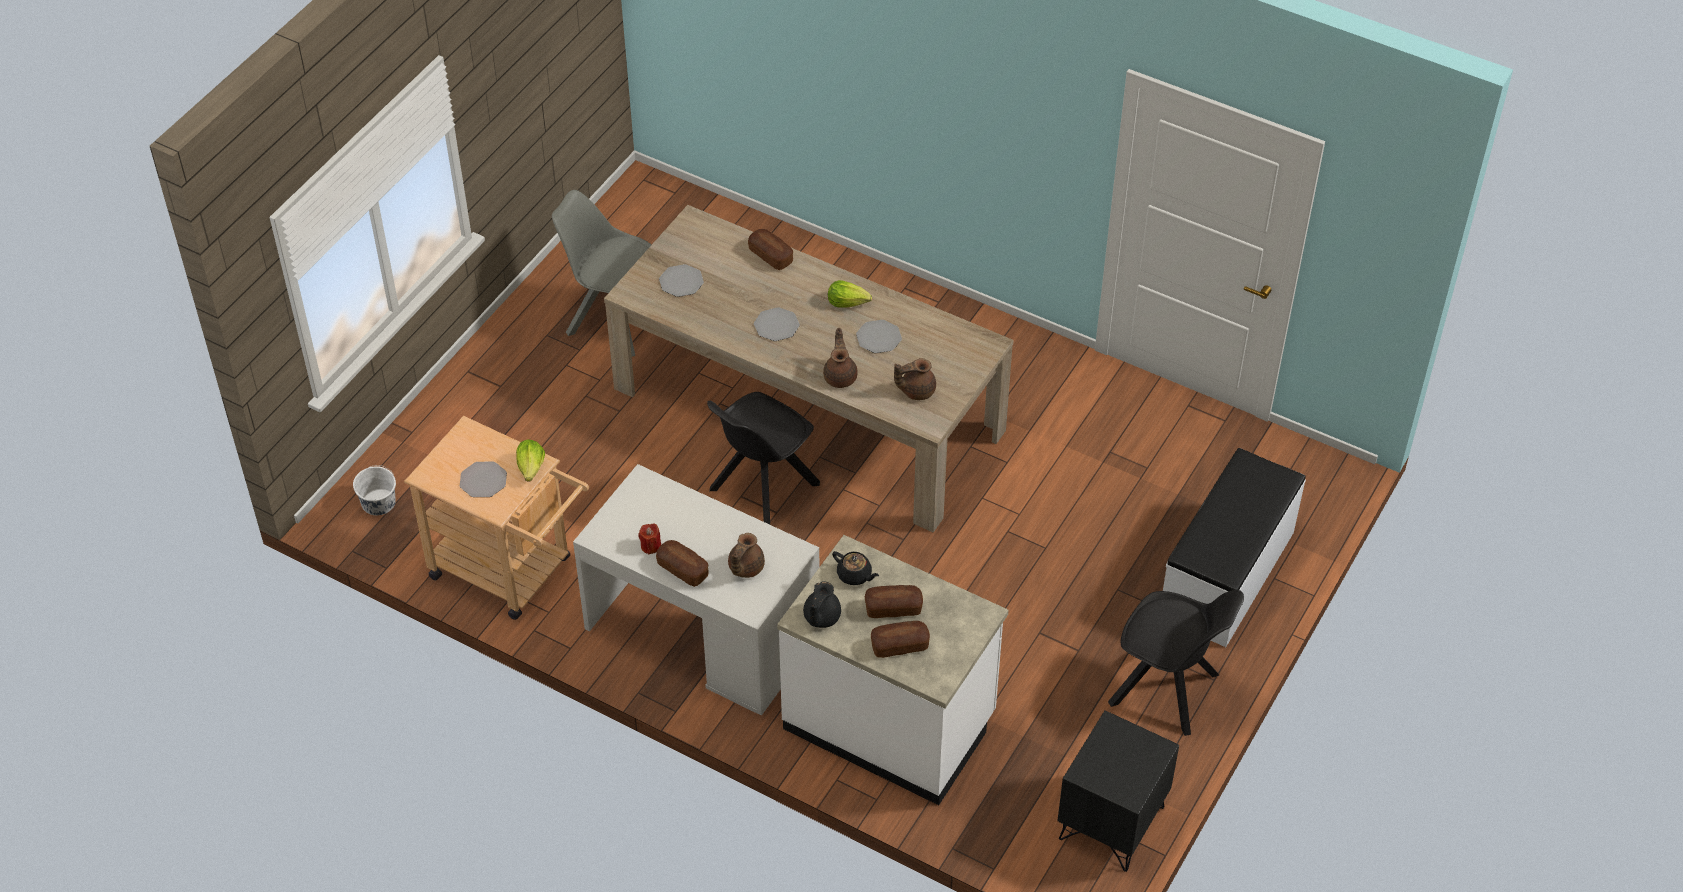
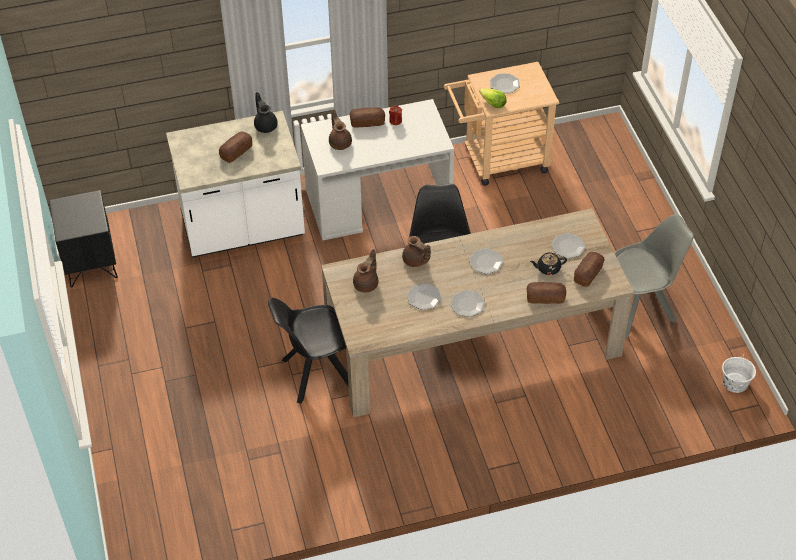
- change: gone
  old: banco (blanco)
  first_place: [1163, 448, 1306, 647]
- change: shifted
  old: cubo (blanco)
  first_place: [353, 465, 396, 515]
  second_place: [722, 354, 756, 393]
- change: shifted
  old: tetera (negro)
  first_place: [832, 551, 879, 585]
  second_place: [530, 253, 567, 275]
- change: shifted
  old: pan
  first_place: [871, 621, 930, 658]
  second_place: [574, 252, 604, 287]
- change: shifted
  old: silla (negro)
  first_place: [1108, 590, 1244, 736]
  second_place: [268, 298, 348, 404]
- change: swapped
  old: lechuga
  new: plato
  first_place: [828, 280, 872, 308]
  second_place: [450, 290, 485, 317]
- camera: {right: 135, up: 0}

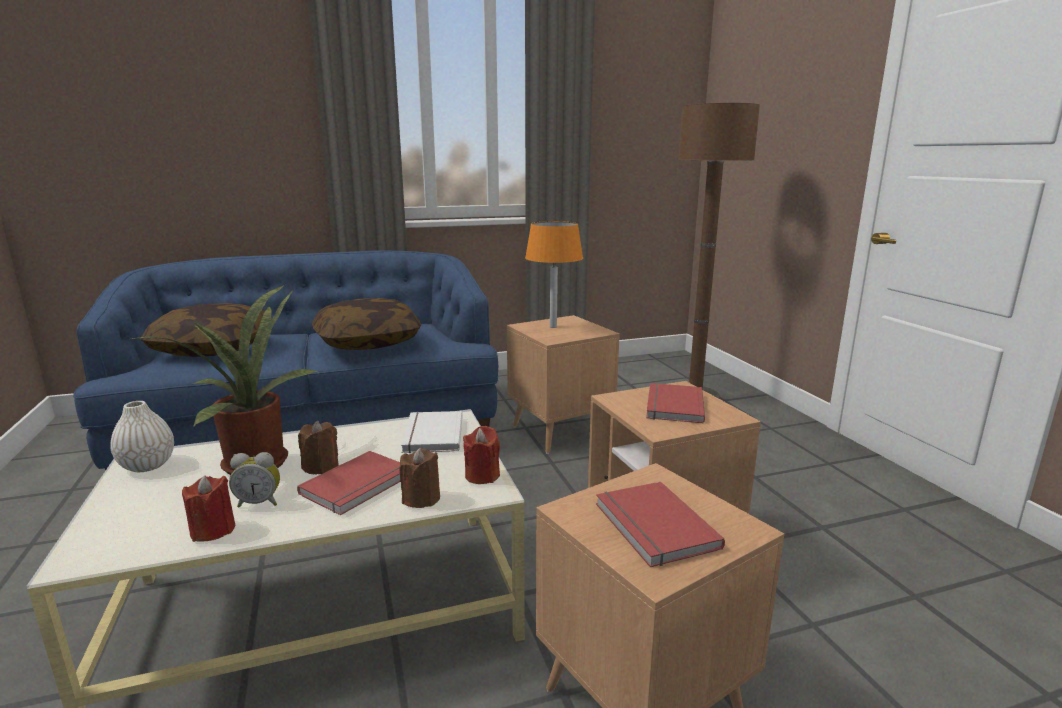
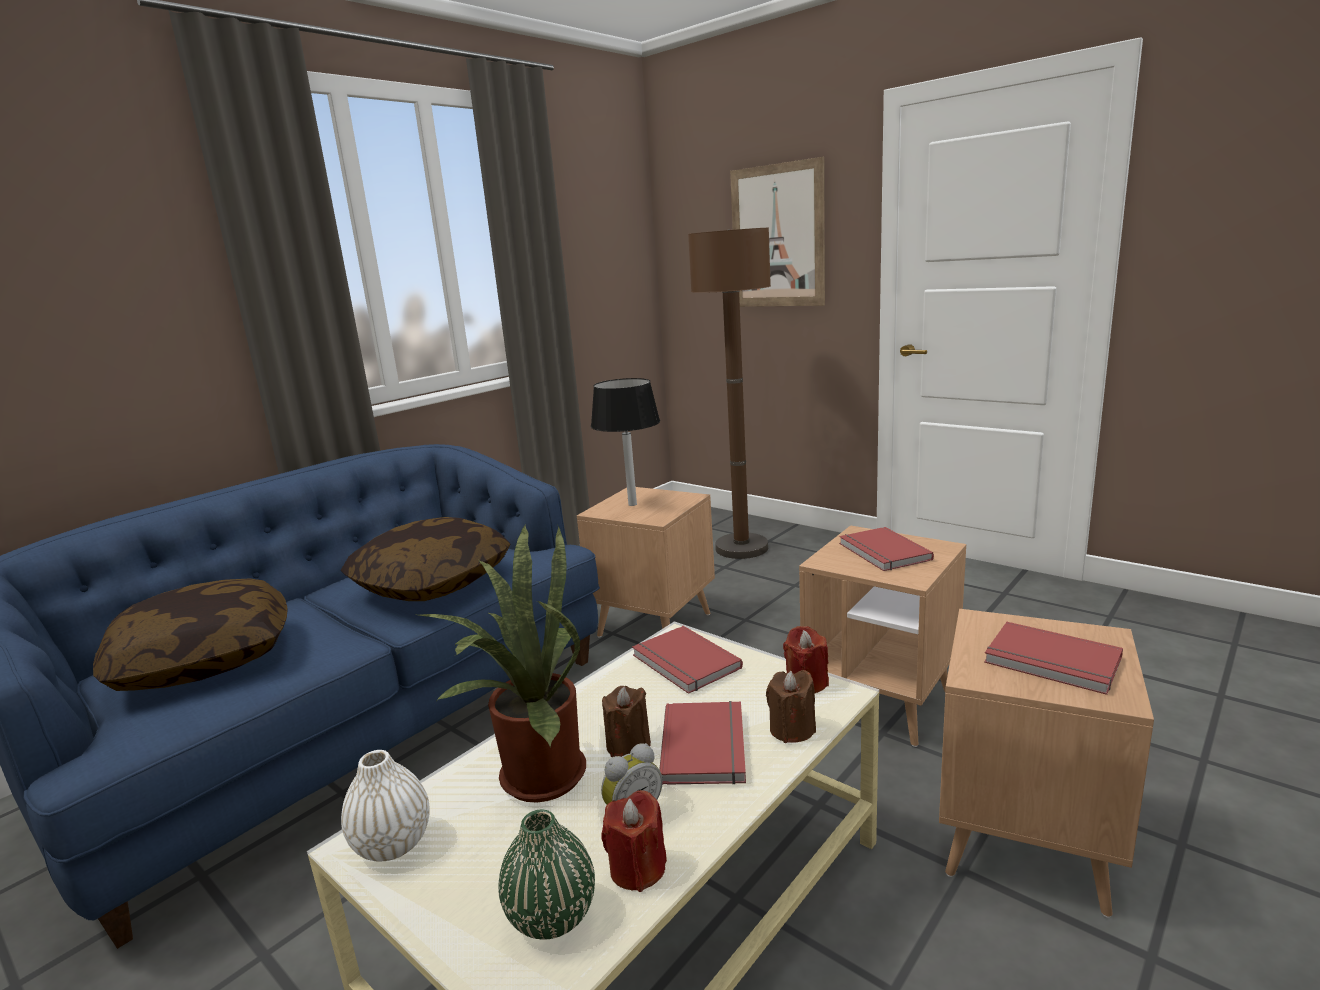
- change: new
  new: florero (verde)
  second_place: [498, 810, 595, 940]
- change: new
  new: cuadro
  second_place: [730, 157, 825, 307]
- change: repainted
  old: libro (blanco)
  new: libro (rojo)
  first_place: [401, 411, 463, 453]
  second_place: [632, 626, 743, 694]
- change: repainted
  old: lámpara de mesa (naranja)
  new: lámpara de mesa (negro)
  first_place: [525, 221, 583, 328]
  second_place: [591, 378, 660, 506]
- camera: {right: -30, up: 0}

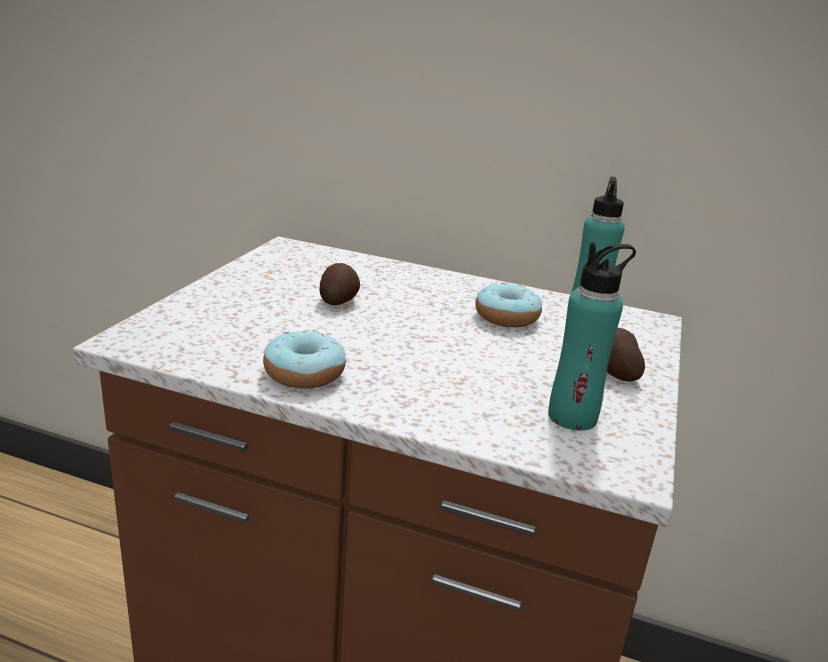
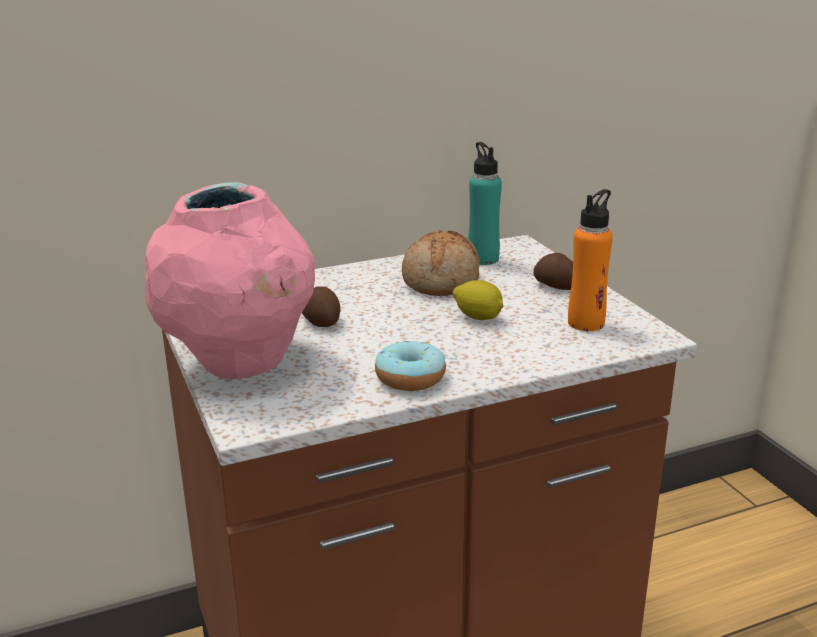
- change: new
  new: florero (rosa)
  second_place: [145, 182, 315, 379]
- change: new
  new: limón
  second_place: [453, 280, 503, 320]
- change: swapped
  old: rosquilla
  new: pan
  first_place: [475, 283, 542, 327]
  second_place: [402, 230, 480, 296]
- change: repainted
  old: botella (turquesa)
  new: botella (naranja)
  first_place: [548, 242, 636, 431]
  second_place: [568, 189, 613, 331]
- camera: {right: -40, up: 0}

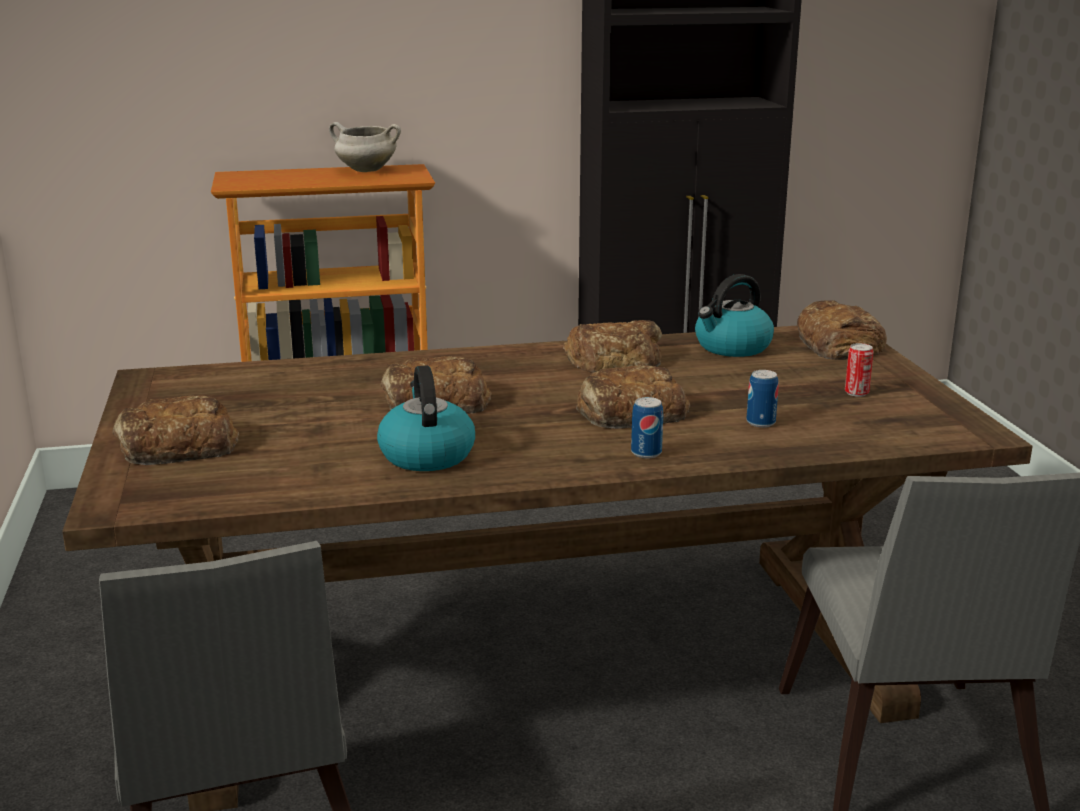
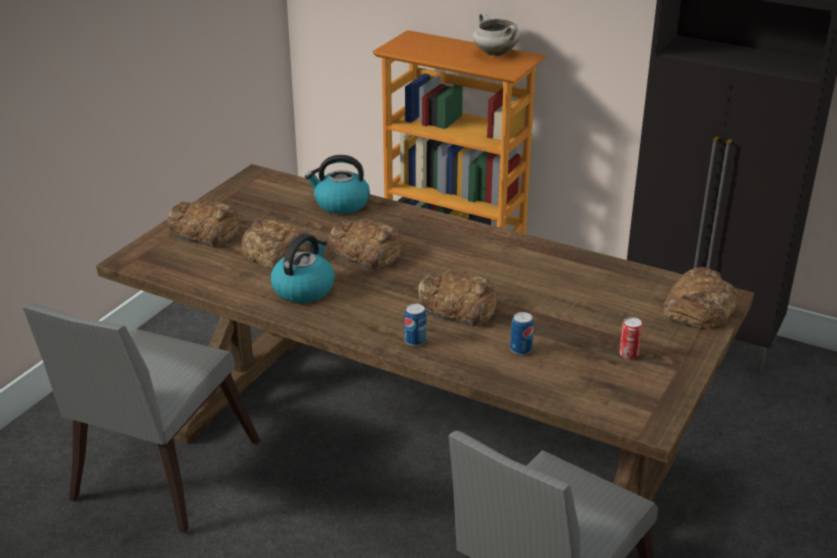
- change: shifted
  old: pan
  first_place: [563, 320, 662, 373]
  second_place: [242, 219, 313, 270]
- change: shifted
  old: hervidor
  first_place: [695, 274, 774, 357]
  second_place: [305, 155, 370, 214]
- camera: {right: 40, up: 10}

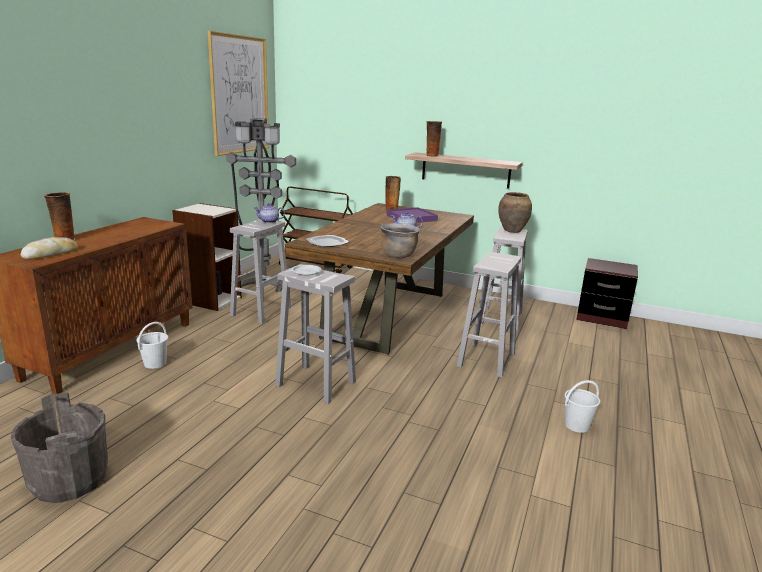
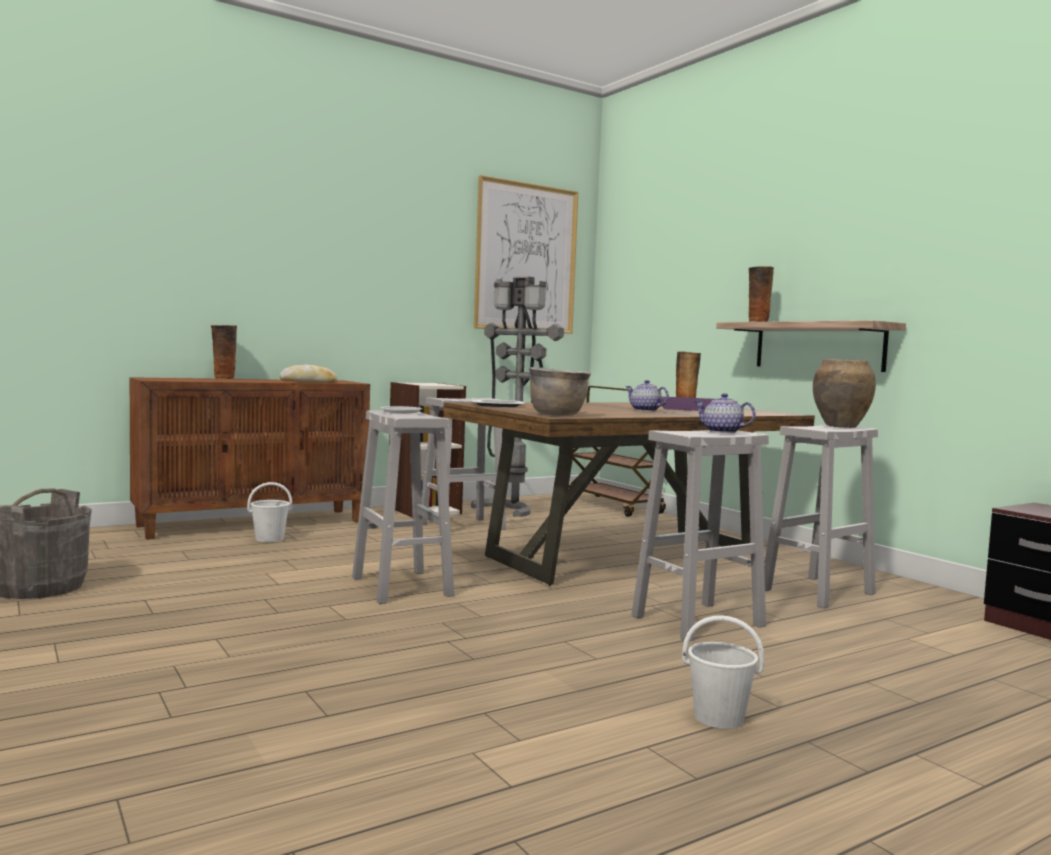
- change: shifted
  old: pan
  first_place: [21, 237, 78, 260]
  second_place: [279, 364, 338, 383]
- change: shifted
  old: tetera
  first_place: [254, 203, 285, 223]
  second_place: [694, 393, 755, 433]
- camera: {right: 35, up: -15}

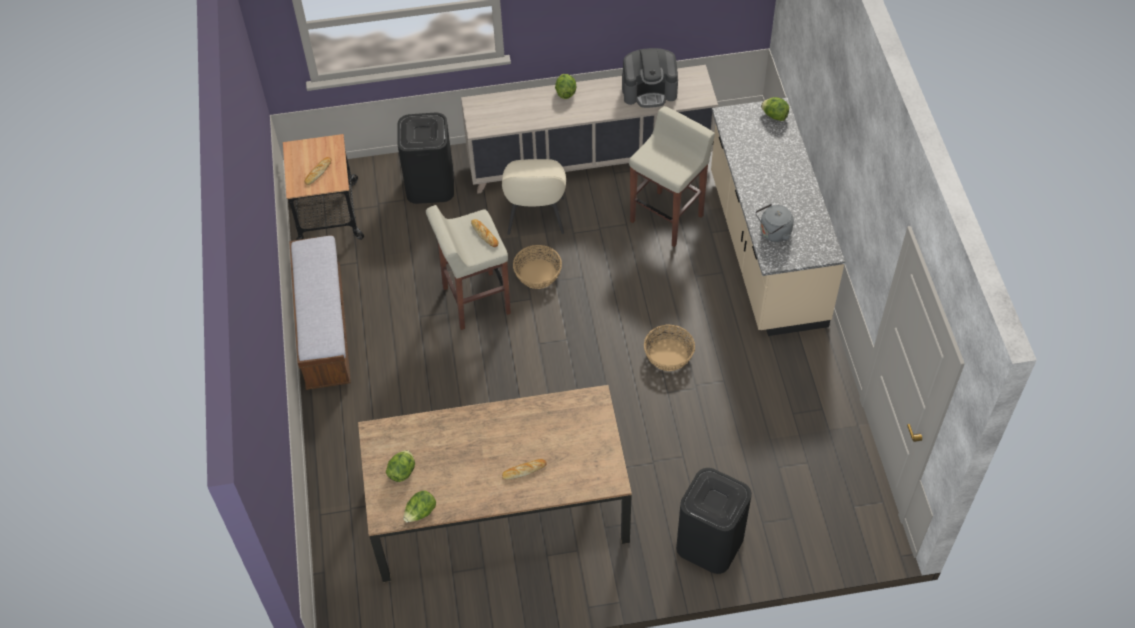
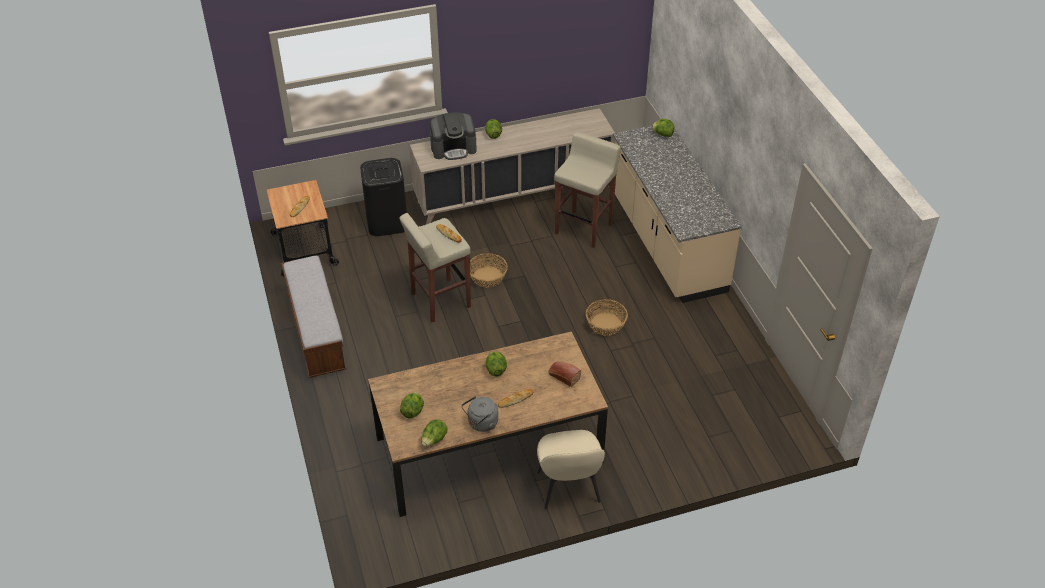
- change: gone
  old: papelera (negro)
  first_place: [676, 468, 752, 574]
- change: new
  new: lechuga
  second_place: [486, 351, 507, 377]
- change: new
  new: pan
  second_place: [548, 361, 581, 387]
- change: shifted
  old: silla (beis)
  first_place: [502, 159, 566, 235]
  second_place: [537, 430, 605, 510]
- change: shifted
  old: cafetera
  first_place: [622, 48, 678, 108]
  second_place: [430, 112, 477, 160]
- change: shifted
  old: hervidor (gris)
  first_place: [756, 204, 794, 242]
  second_place: [461, 396, 498, 432]
- camera: {right: -10, up: -10}

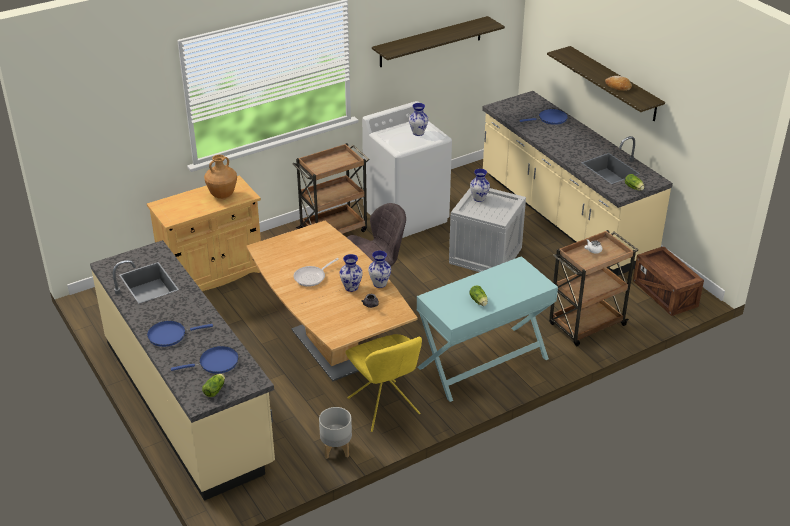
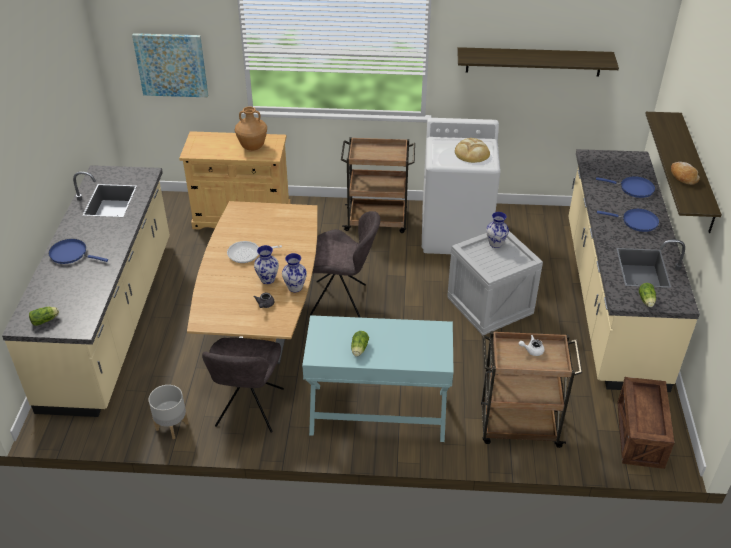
- change: new
  new: cuadro
  second_place: [132, 33, 208, 97]
- change: shifted
  old: sartén (azul)
  first_place: [171, 346, 239, 374]
  second_place: [597, 208, 659, 232]
- change: swapped
  old: florero
  new: pan
  first_place: [409, 103, 428, 136]
  second_place: [455, 138, 490, 163]
- change: repainted
  old: silla (amarillo)
  new: silla (gris)
  first_place: [346, 334, 422, 432]
  second_place: [202, 337, 284, 433]
- camera: {right: 35, up: 5}

